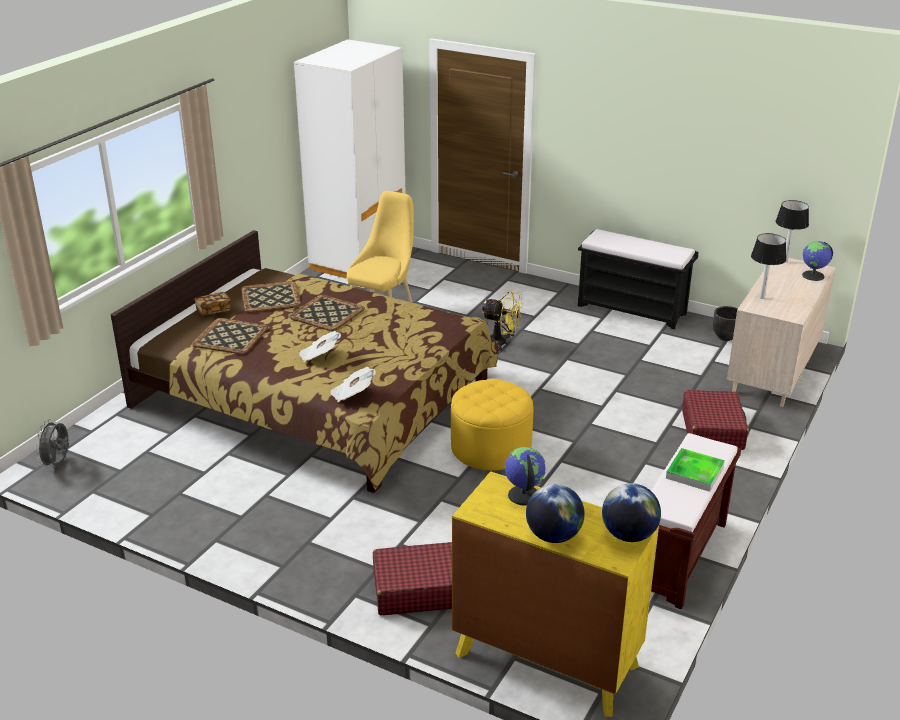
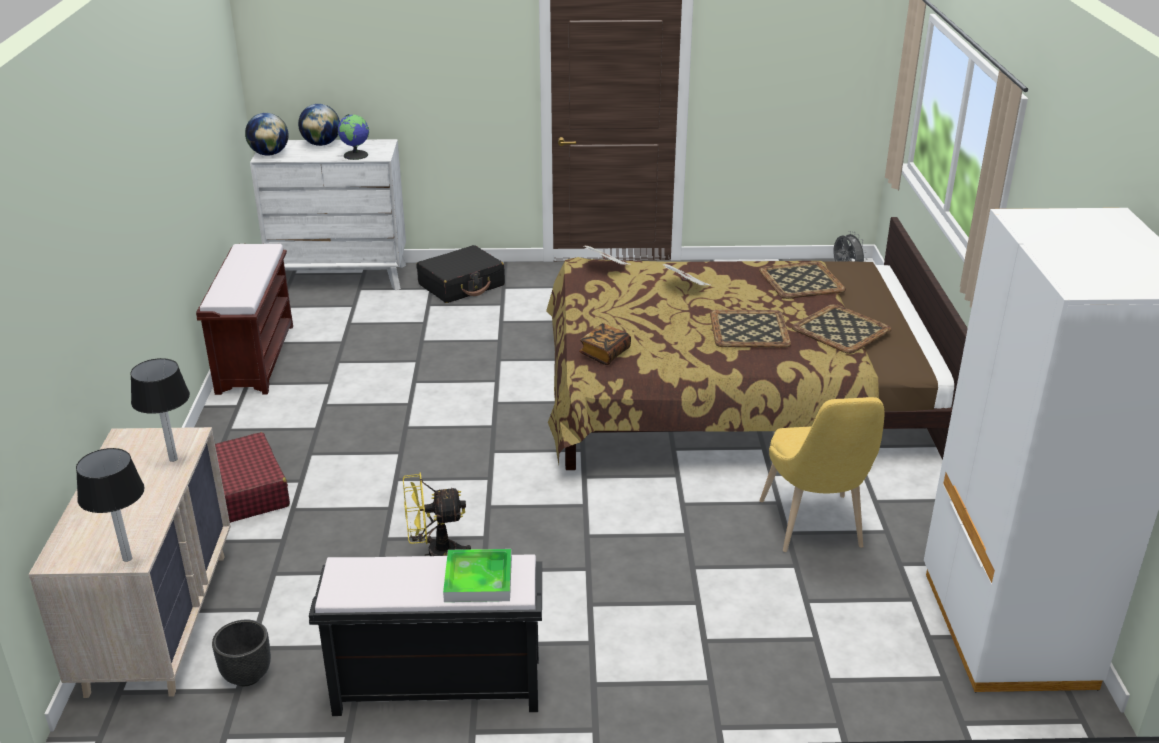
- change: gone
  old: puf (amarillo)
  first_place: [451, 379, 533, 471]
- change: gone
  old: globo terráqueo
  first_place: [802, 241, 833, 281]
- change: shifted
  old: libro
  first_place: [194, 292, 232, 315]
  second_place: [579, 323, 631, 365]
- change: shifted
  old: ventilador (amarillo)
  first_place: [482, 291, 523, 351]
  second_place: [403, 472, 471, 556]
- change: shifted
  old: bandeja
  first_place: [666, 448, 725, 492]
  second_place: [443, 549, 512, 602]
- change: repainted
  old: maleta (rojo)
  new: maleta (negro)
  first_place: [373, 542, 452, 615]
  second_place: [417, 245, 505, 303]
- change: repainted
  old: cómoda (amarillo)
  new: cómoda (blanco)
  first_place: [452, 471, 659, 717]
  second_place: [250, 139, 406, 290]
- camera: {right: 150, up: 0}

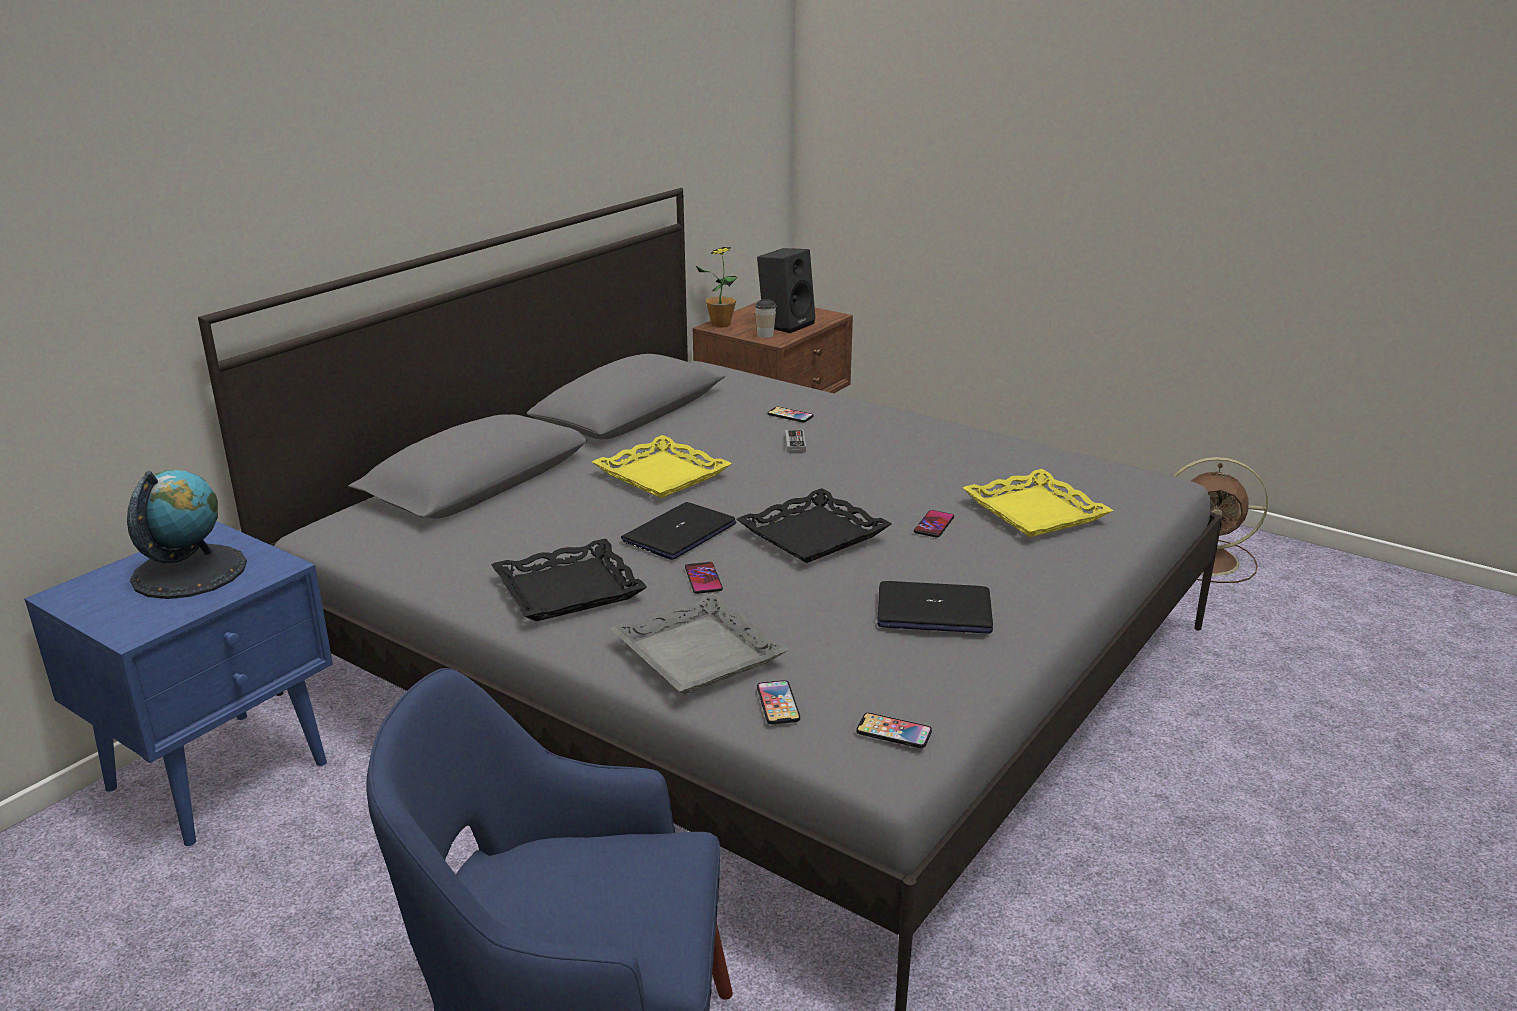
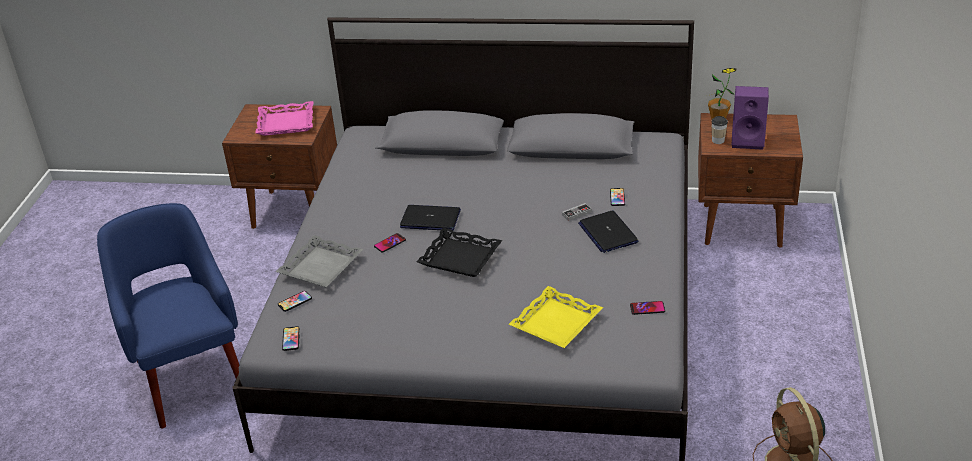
- change: gone
  old: bandeja (negro)
  first_place: [491, 539, 647, 621]
- change: gone
  old: bandeja (amarillo)
  first_place: [592, 435, 732, 498]
- change: shifted
  old: portátil
  first_place: [877, 581, 993, 634]
  second_place: [578, 210, 638, 253]
- change: shifted
  old: móvil
  first_place: [914, 510, 954, 538]
  second_place: [630, 301, 665, 315]
- change: swapped
  old: globo terráqueo
  new: bandeja (rosa)
  first_place: [127, 470, 247, 599]
  second_place: [255, 101, 313, 136]
- change: repainted
  old: mesita de noche (azul)
  new: mesita de noche (marrón)
  first_place: [24, 521, 333, 846]
  second_place: [222, 104, 337, 229]
- change: repainted
  old: altavoz (negro)
  new: altavoz (morado)
  first_place: [757, 248, 816, 333]
  second_place: [732, 86, 769, 150]
- camera: {right: 65, up: 10}

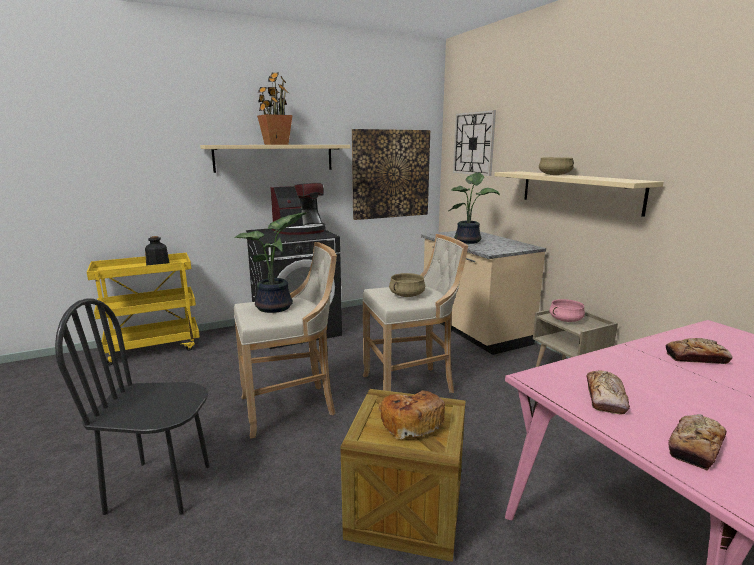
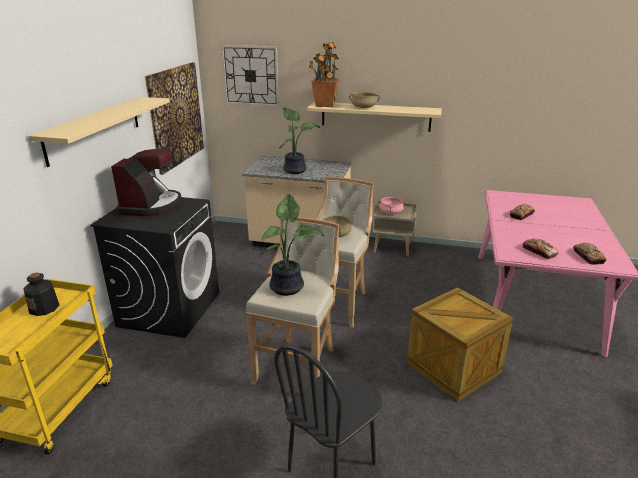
- change: gone
  old: pan
  first_place: [378, 391, 445, 439]
- change: shifted
  old: planta en maceta
  first_place: [257, 73, 293, 145]
  second_place: [309, 42, 339, 107]
- camera: {right: -50, up: 10}

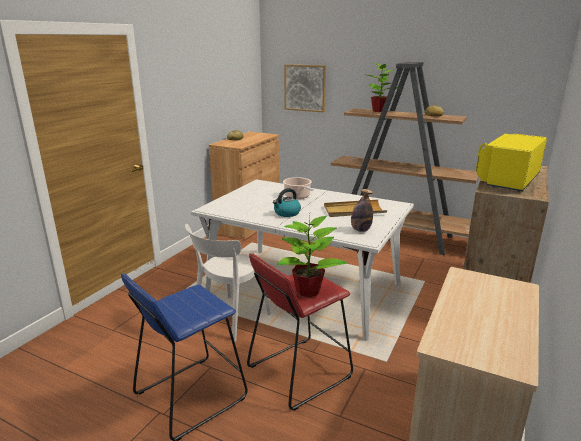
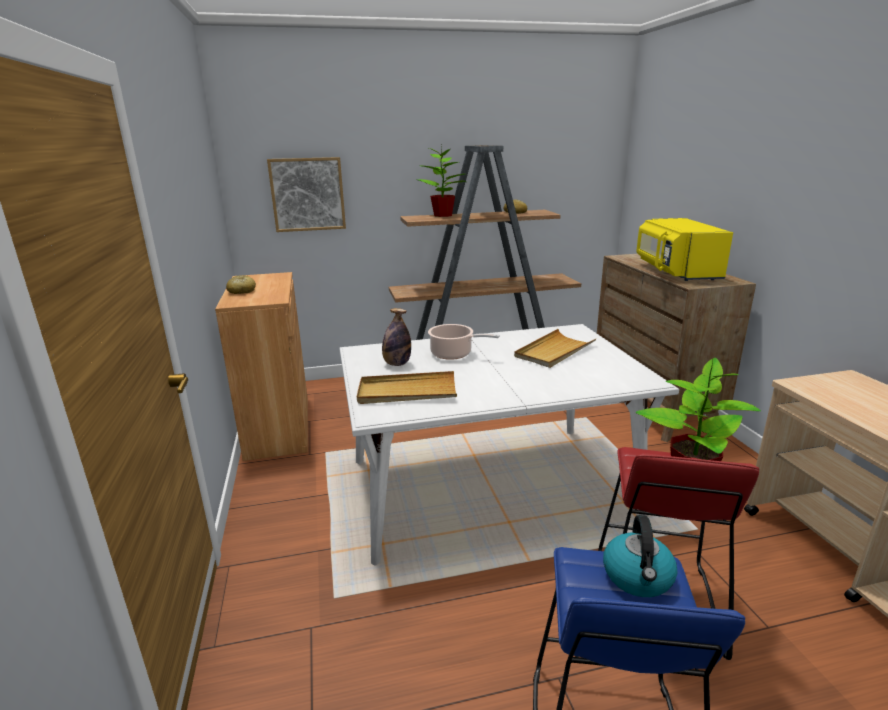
- change: gone
  old: silla (blanco)
  first_place: [185, 224, 271, 342]
- change: new
  new: bandeja (beis)
  second_place: [357, 371, 457, 404]
- change: shifted
  old: hervidor
  first_place: [273, 188, 301, 217]
  second_place: [603, 515, 678, 597]
- change: shifted
  old: botella
  first_place: [351, 189, 373, 232]
  second_place: [382, 308, 411, 366]
- camera: {right: -40, up: 0}

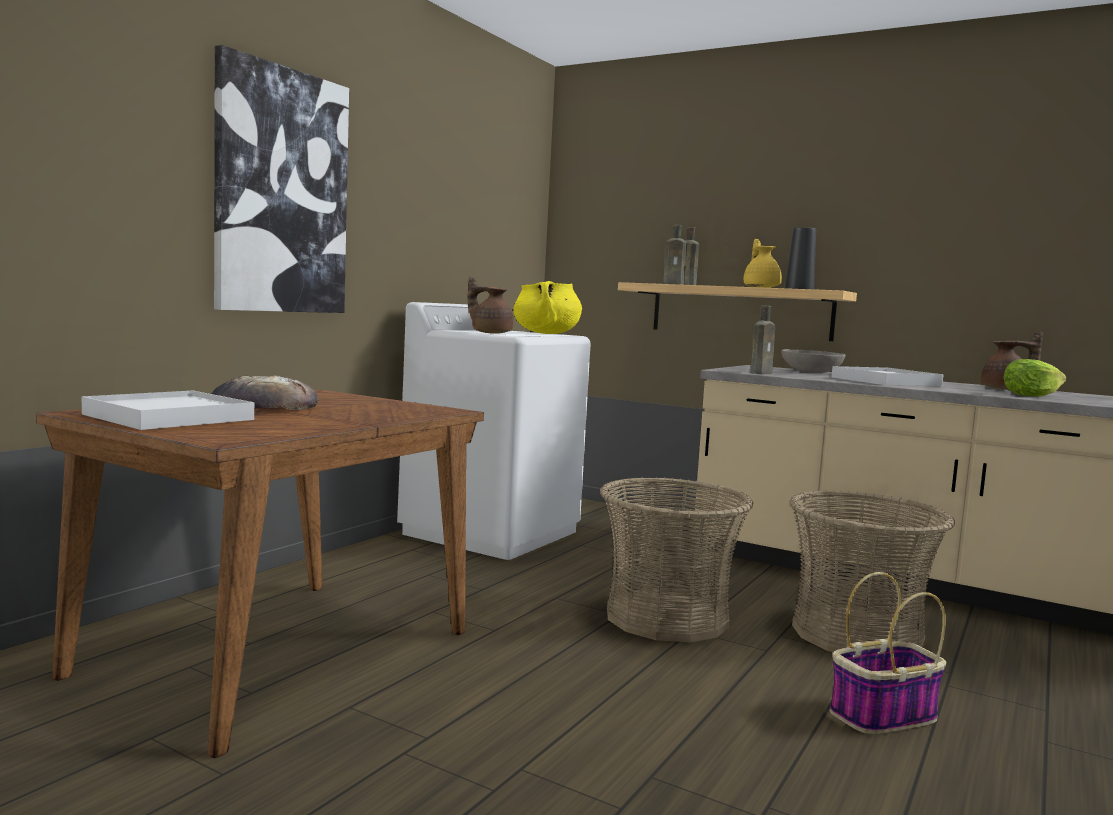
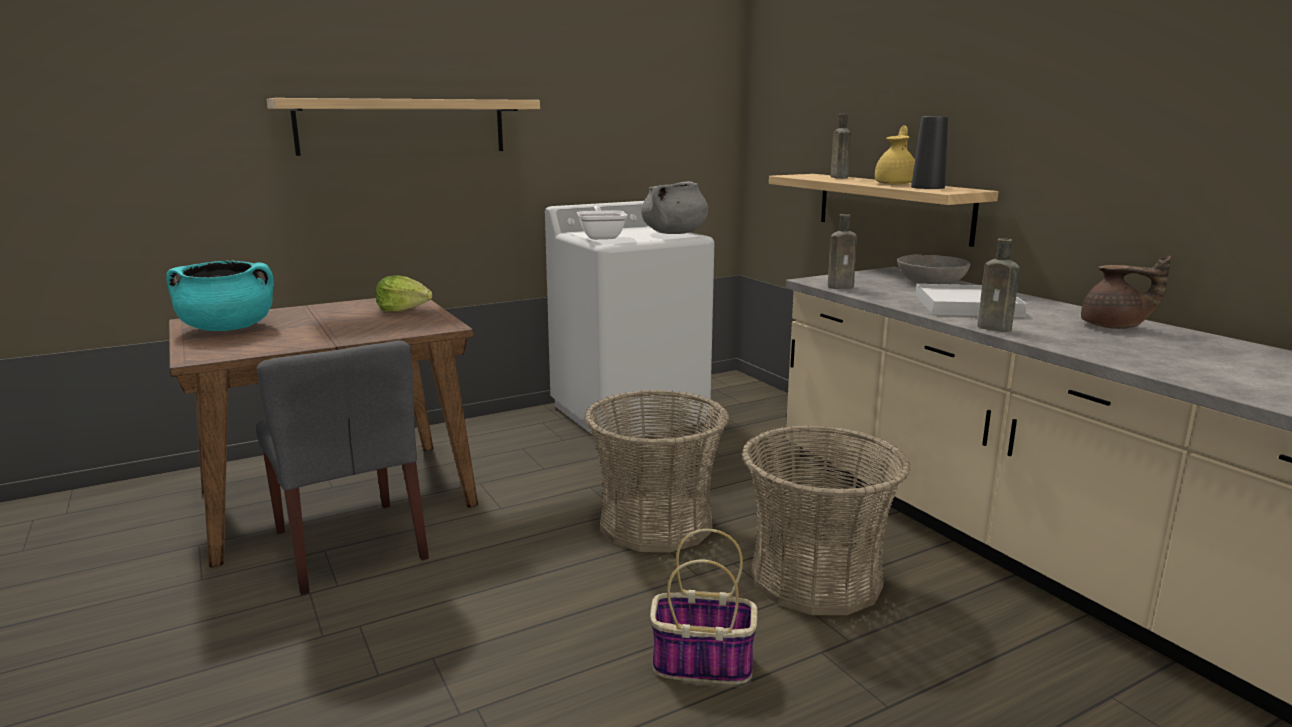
- change: gone
  old: pan
  first_place: [211, 376, 318, 410]
- change: new
  new: silla (gris)
  second_place: [256, 340, 429, 595]
- change: shifted
  old: botella (marrón)
  first_place: [663, 225, 687, 285]
  second_place: [977, 238, 1020, 332]
- change: shifted
  old: lechuga
  first_place: [1004, 359, 1066, 397]
  second_place: [376, 275, 433, 312]
- change: swapped
  old: bandeja (blanco)
  new: olla (turquesa)
  first_place: [82, 391, 254, 430]
  second_place: [166, 260, 274, 331]
- change: swapped
  old: cuadro
  new: estante
  first_place: [214, 45, 349, 313]
  second_place: [266, 98, 540, 156]
- change: swapped
  old: tetera (marrón)
  new: sartén
  first_place: [467, 276, 513, 334]
  second_place: [577, 206, 627, 240]
- change: repainted
  old: olla (amarillo)
  new: olla (gris)
  first_place: [513, 281, 582, 334]
  second_place: [641, 181, 708, 234]
- camera: {right: 30, up: 10}

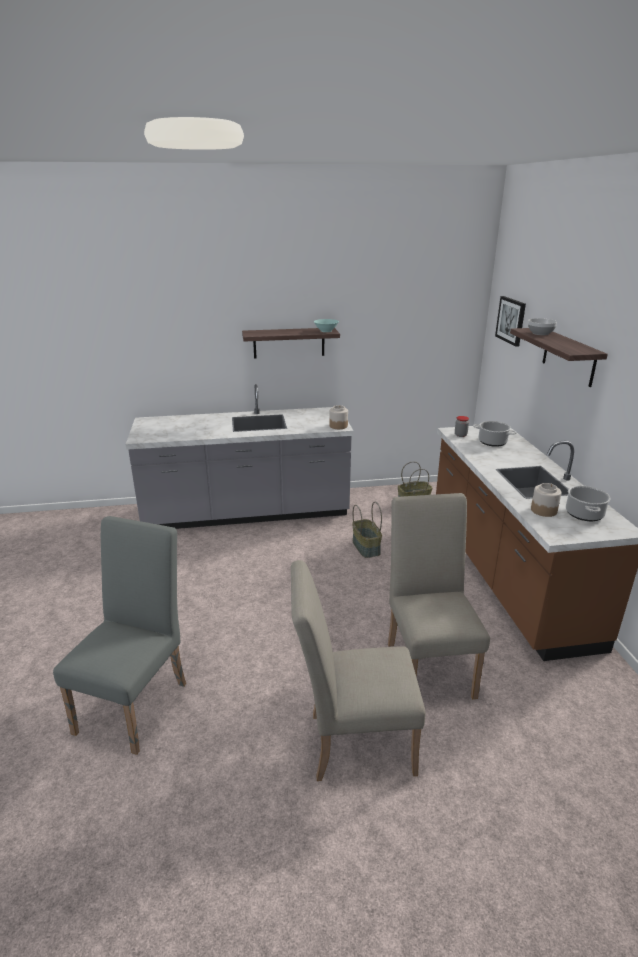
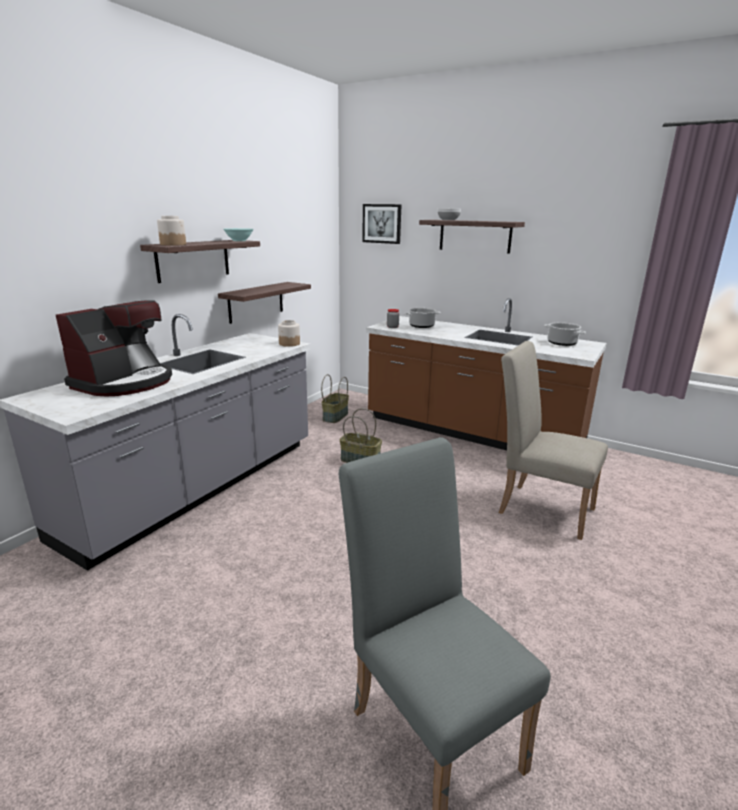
- change: gone
  old: silla (beis)
  first_place: [291, 560, 425, 781]
- change: new
  new: cafetera
  second_place: [56, 300, 172, 396]
- change: new
  new: estante
  second_place: [218, 282, 311, 324]
- change: shifted
  old: tarro
  first_place: [531, 483, 561, 517]
  second_place: [157, 216, 186, 246]
- camera: {right: -50, up: -5}

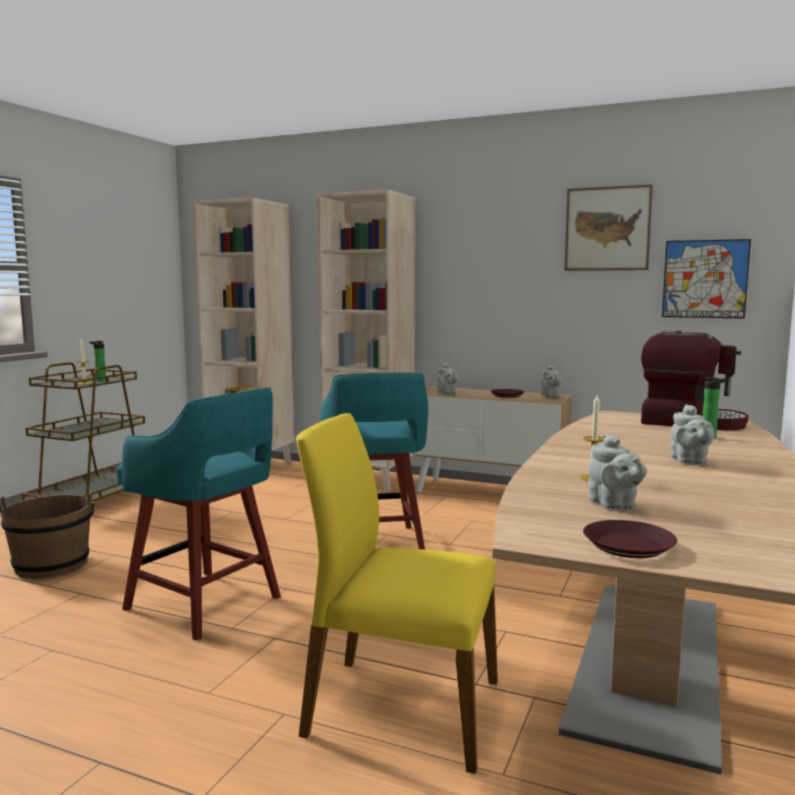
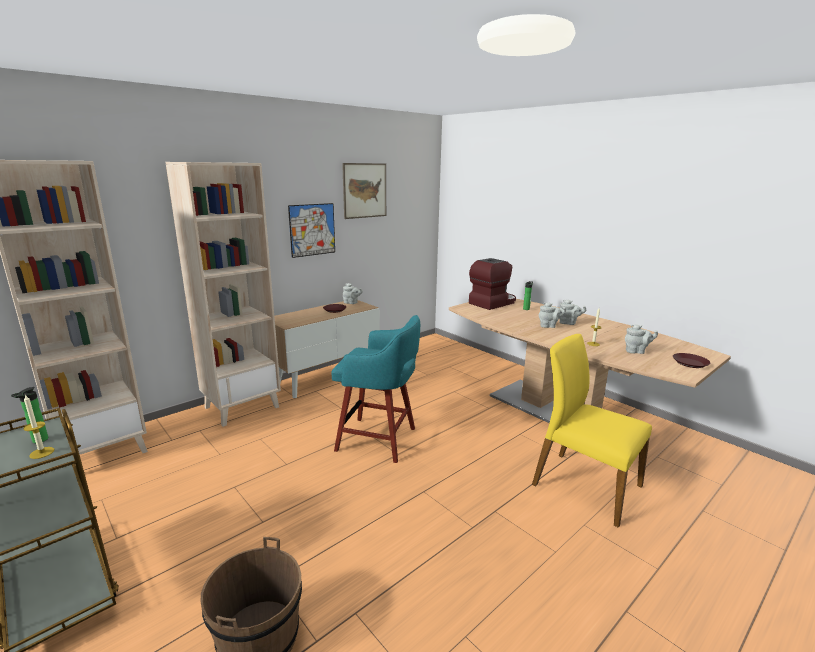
- change: gone
  old: taburete (turquesa)
  first_place: [116, 387, 281, 641]
- change: shifted
  old: tetera (gris)
  first_place: [437, 363, 459, 394]
  second_place: [539, 302, 566, 328]
- change: shifted
  old: cuadro
  first_place: [662, 239, 751, 319]
  second_place: [288, 203, 335, 258]
- change: rotated
  old: silla (amarillo)
  first_place: [296, 413, 498, 774]
  second_place: [532, 334, 652, 528]
  degrees: 90
- camera: {right: -65, up: 10}

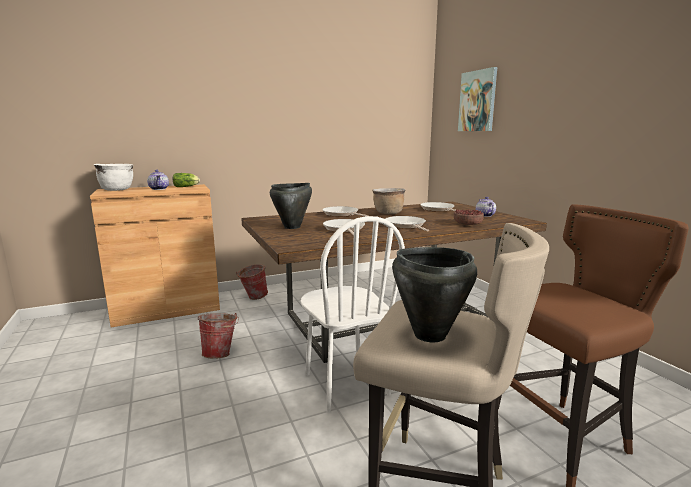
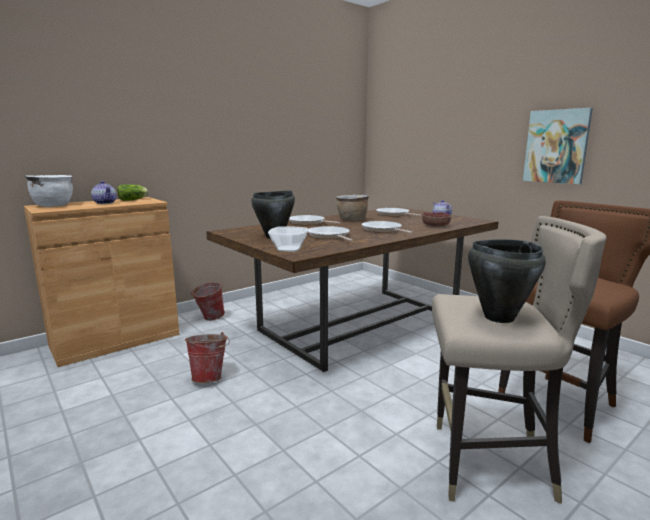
- change: gone
  old: silla (blanco)
  first_place: [300, 216, 405, 413]
- change: new
  new: cuenco
  second_place: [268, 226, 308, 252]
- change: shifted
  old: cuadro
  first_place: [458, 67, 497, 131]
  second_place: [523, 108, 593, 184]
- camera: {right: -15, up: 0}

